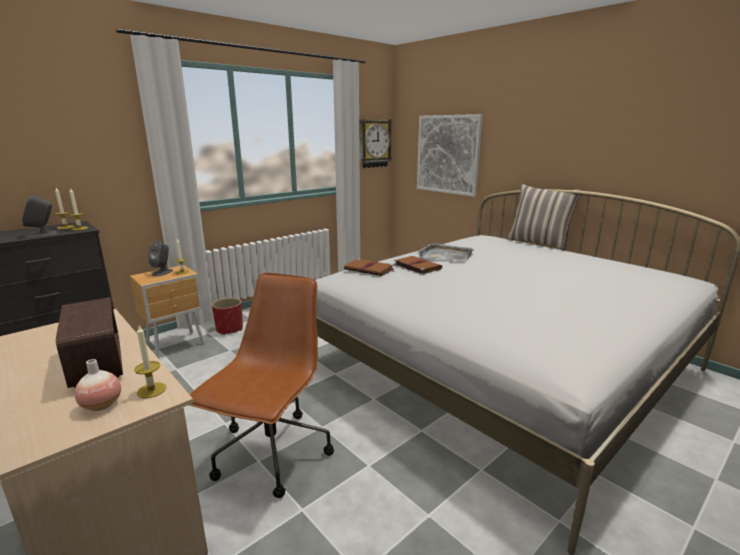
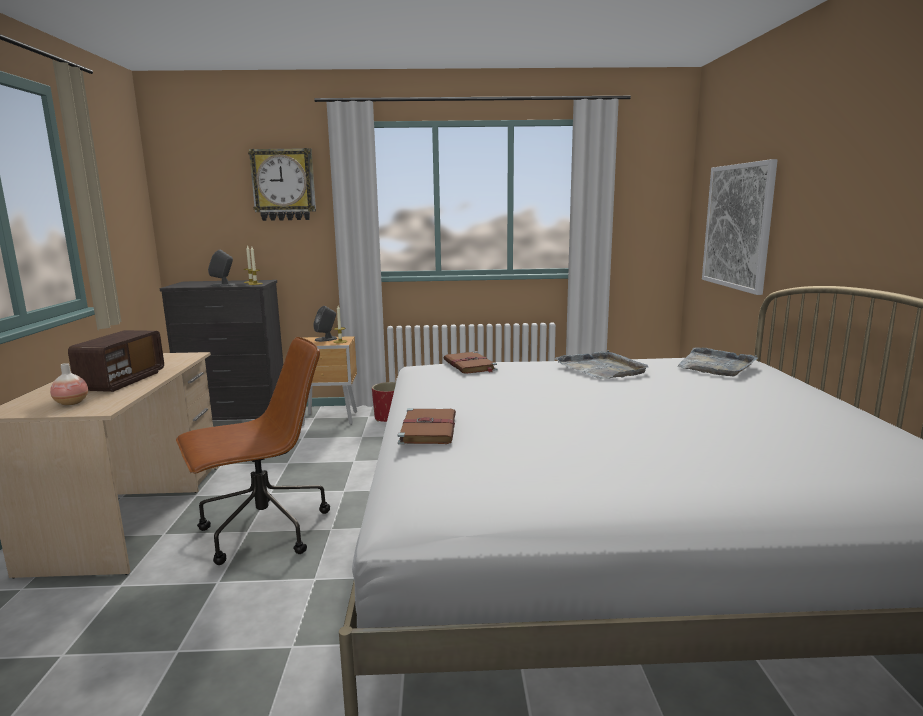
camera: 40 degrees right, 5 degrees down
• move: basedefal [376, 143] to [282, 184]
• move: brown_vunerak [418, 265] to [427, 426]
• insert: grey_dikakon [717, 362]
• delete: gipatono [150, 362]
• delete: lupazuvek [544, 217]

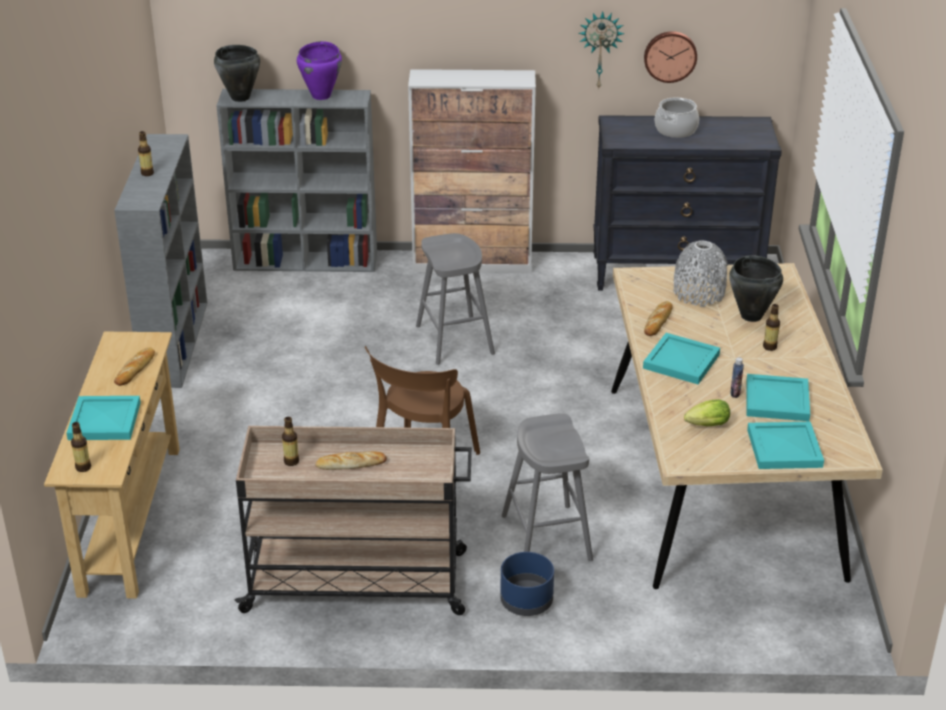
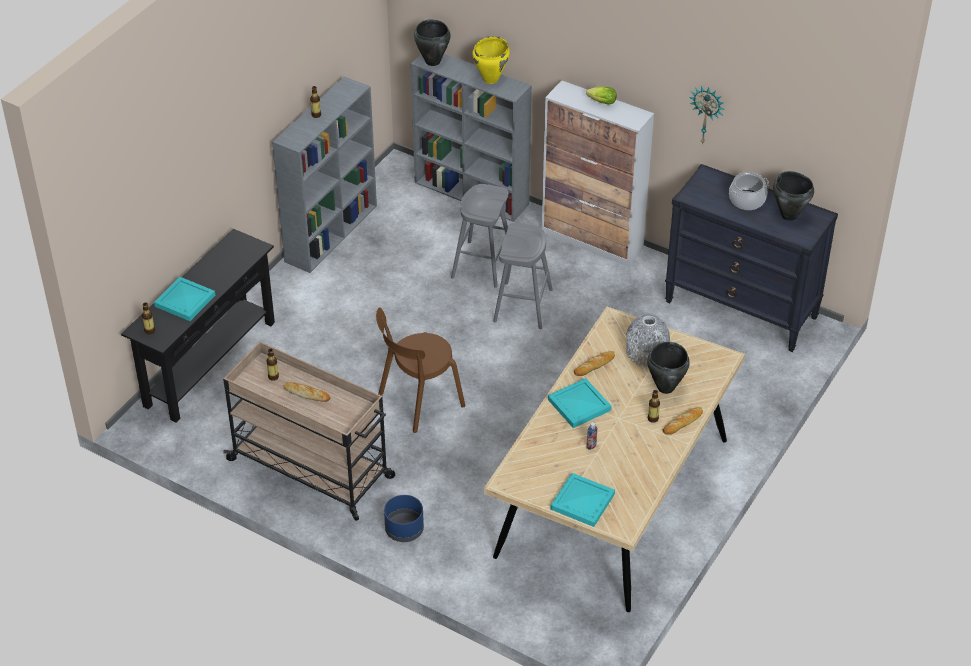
camera: 30 degrees right, 10 degrees up
• recolor: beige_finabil [112, 465] to black_finabil [198, 326]
• move: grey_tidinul [547, 487] to [479, 236]
• recolor: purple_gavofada [319, 70] to yellow_gavofada [491, 60]
• move: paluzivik [707, 412] to [601, 95]
• move: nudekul [134, 366] to [683, 420]
• insert: black_gavofada [793, 196]
• delete: basedefal [670, 57]
• delete: turquoise_dikakon [778, 397]

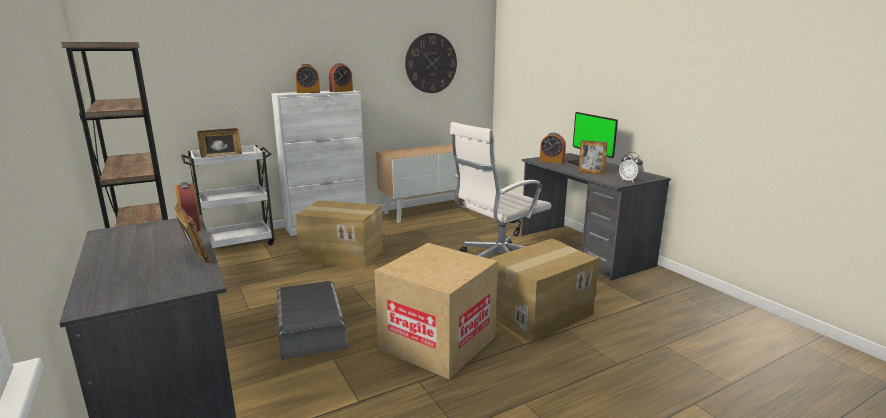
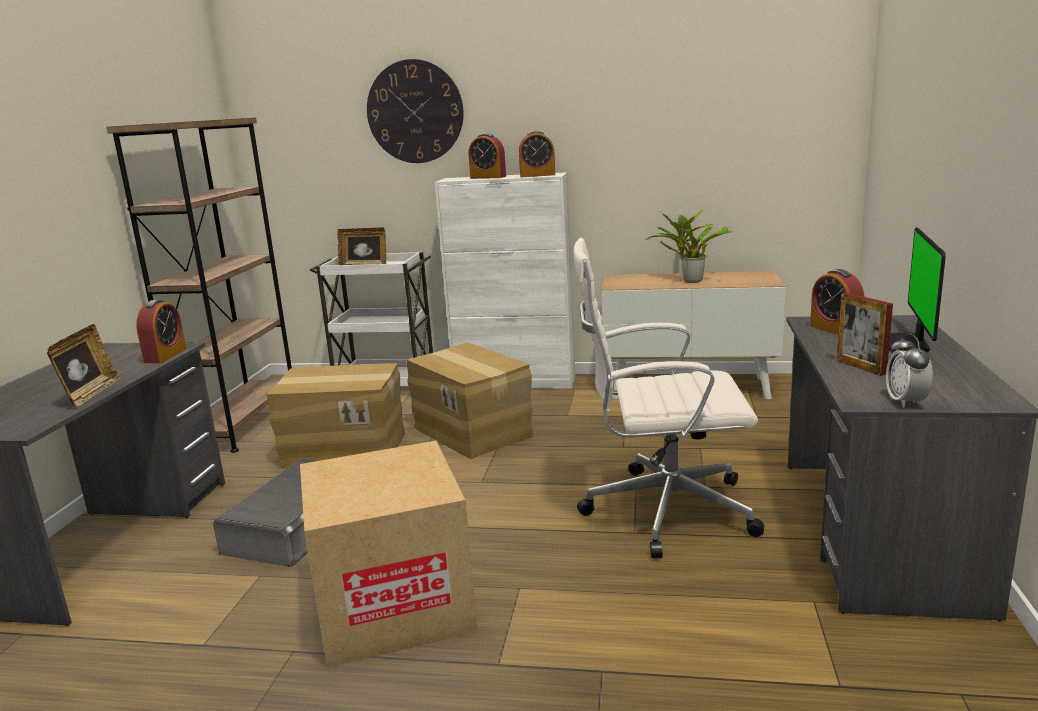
camera: 40 degrees right, 0 degrees up
• move: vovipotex [545, 290] to [336, 415]
• move: basedefal [431, 63] to [415, 111]
• insert: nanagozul [689, 246]

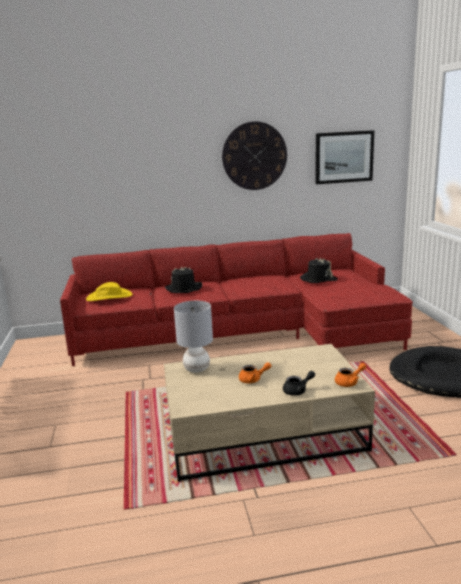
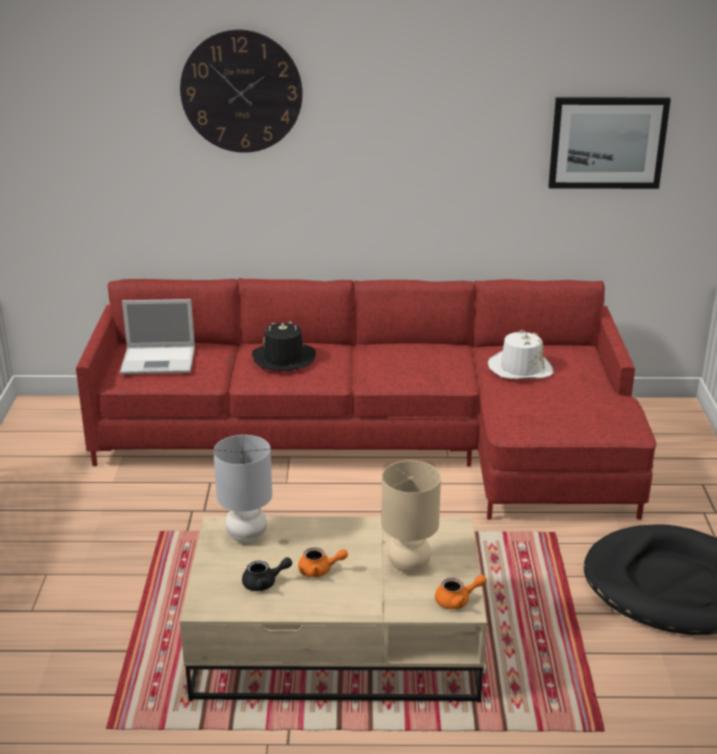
camera: 10 degrees right, 10 degrees up
• replace: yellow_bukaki [109, 291] to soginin [157, 336]
• move: basedefal [254, 155] to [241, 91]
• move: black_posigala [299, 383] to [267, 574]
• insert: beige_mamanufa [411, 516]
• recolor: black_bukaki [319, 270] to white_bukaki [521, 354]

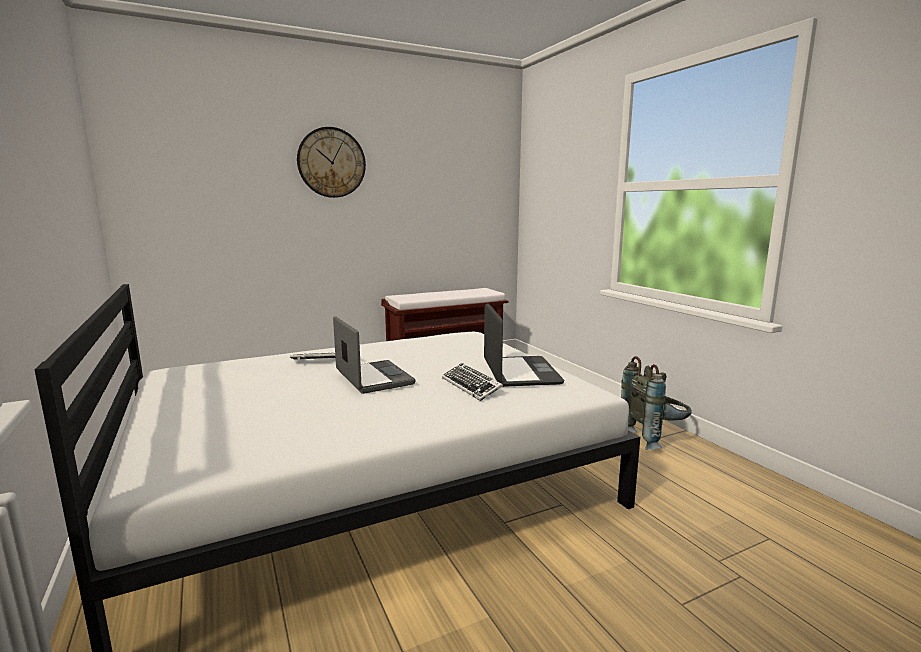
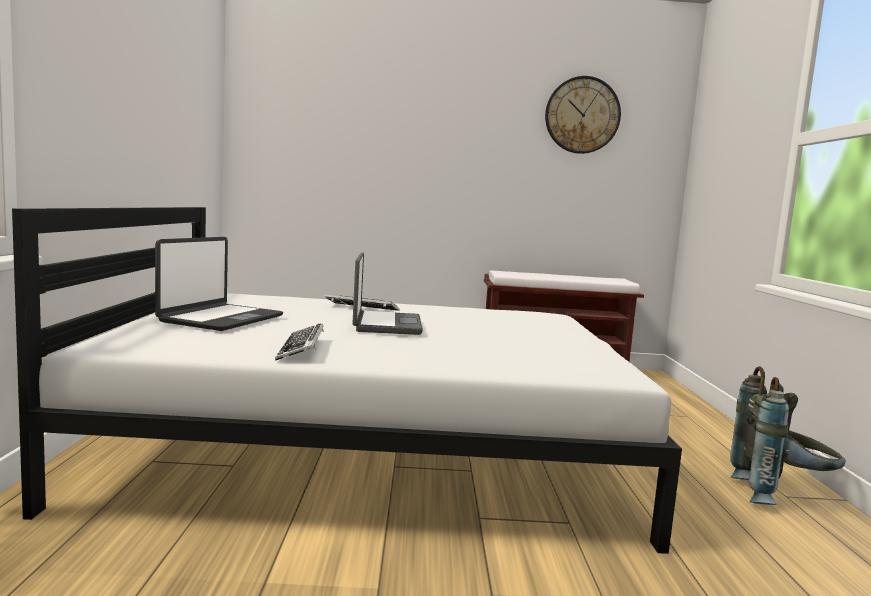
camera: 25 degrees right, 5 degrees down
• move: soginin [524, 345] to [219, 284]
• move: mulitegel [472, 382] to [299, 342]
• move: basedefal [331, 162] to [583, 115]

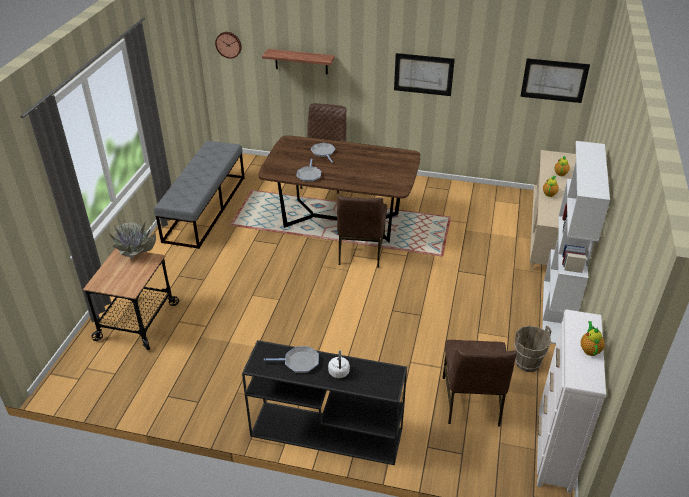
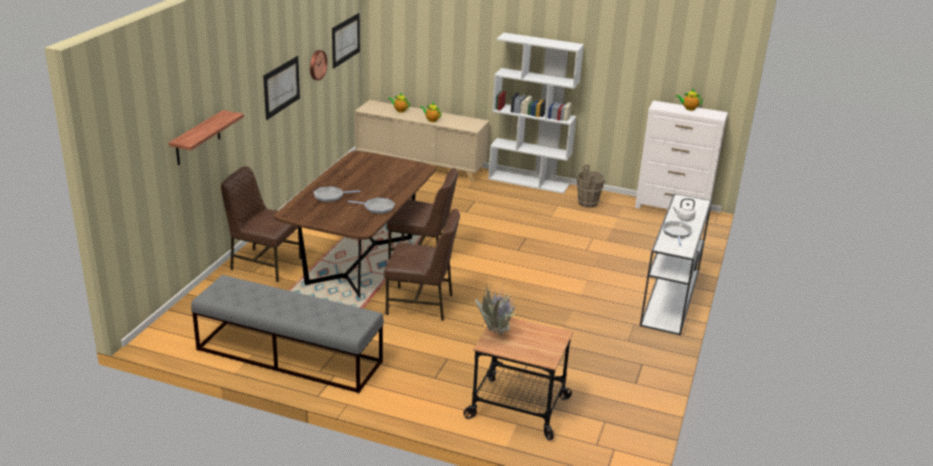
camera: 85 degrees left, 10 degrees down
• move: basedefal [228, 45] to [318, 65]
• move: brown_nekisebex [480, 383] to [422, 265]
• recolor: black_finabil [324, 402] to white_finabil [676, 264]

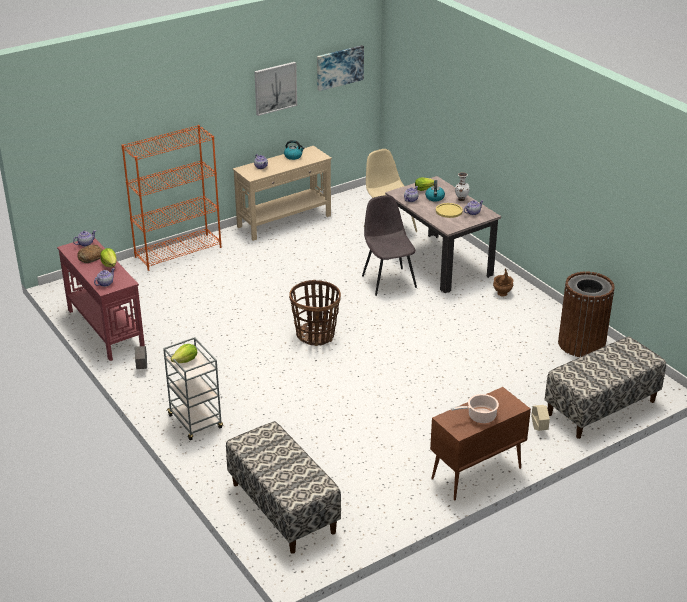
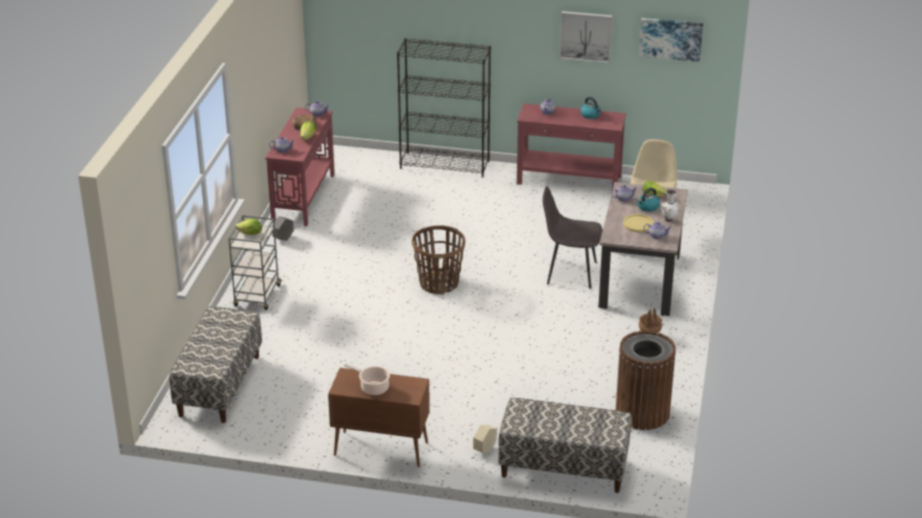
camera: 45 degrees right, 0 degrees up
• recolor: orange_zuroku [171, 198] to black_zuroku [444, 108]
• recolor: beige_finabil [282, 193] to red_finabil [571, 146]
• rotate: grey_nekisebex [389, 245] = [572, 237] 105 degrees counterclockwise

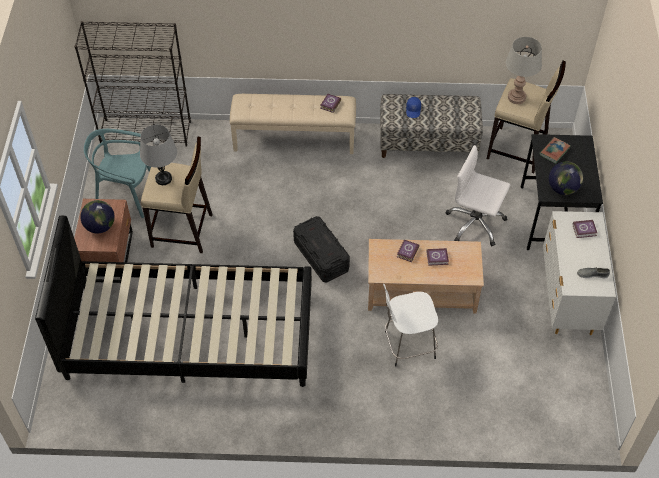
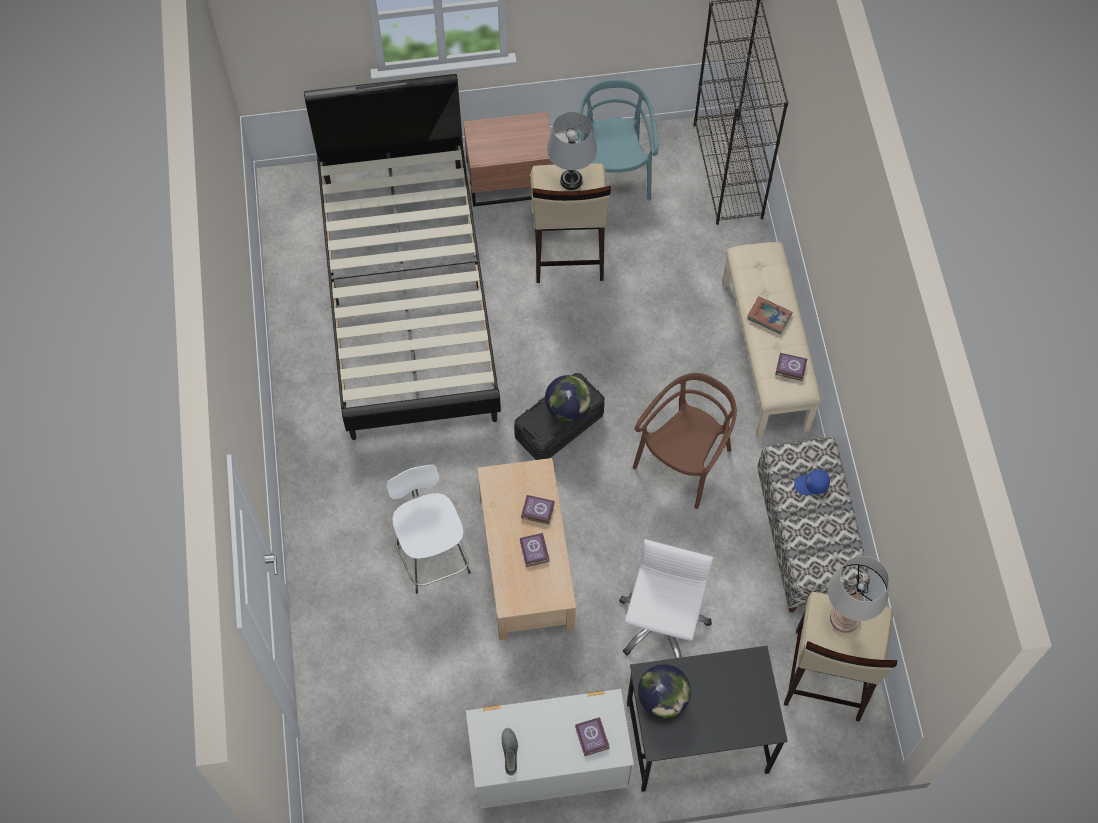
camera: 80 degrees right, 10 degrees up
• move: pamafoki [97, 217] to [568, 398]
• insert: brown_nekisebex [685, 441]
• move: vunerak [554, 150] to [770, 315]

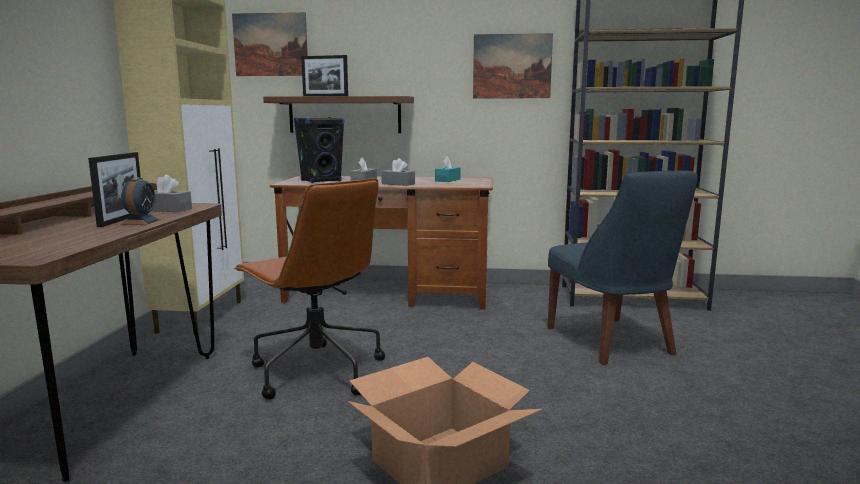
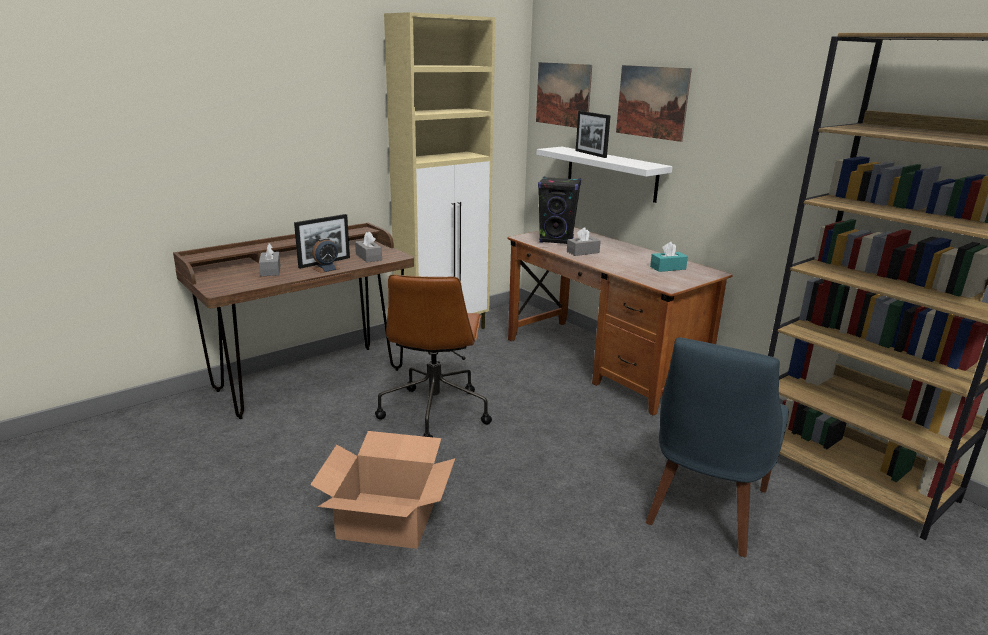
camera: 45 degrees right, 10 degrees up
• move: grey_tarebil [398, 172] to [270, 259]
• recolor: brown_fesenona [338, 114] to white_fesenona [605, 175]
• move: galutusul [513, 65] to [654, 103]

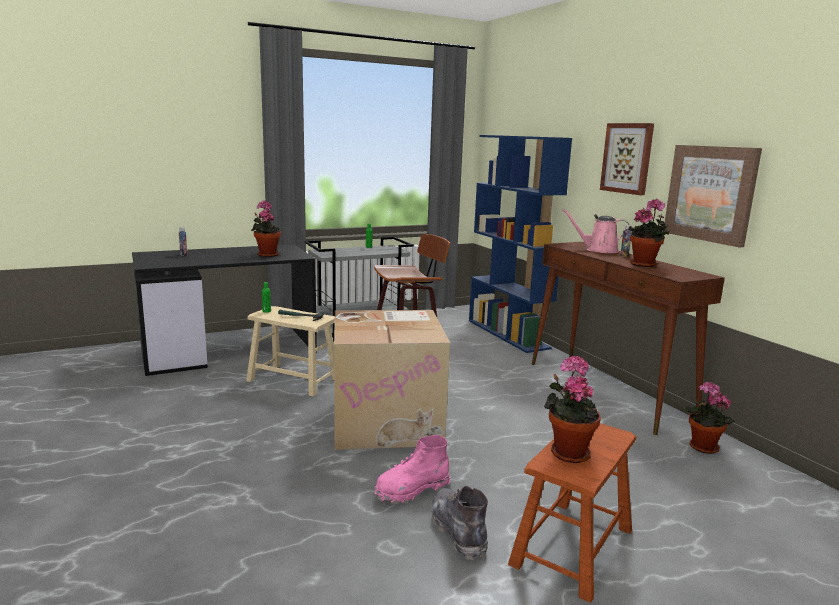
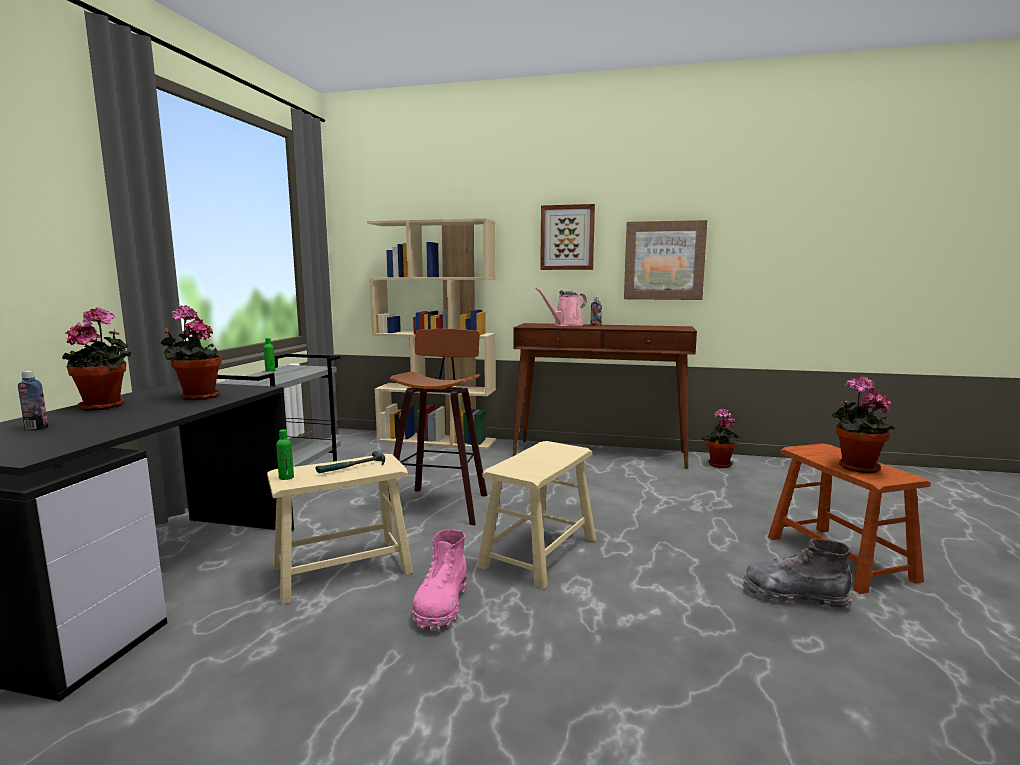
camera: 50 degrees left, 5 degrees down
• move: nanagozul [649, 233] to [97, 359]
• recolor: blue_zuroku [520, 244] to beige_zuroku [431, 334]
• move: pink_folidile [413, 469] to [439, 580]
• replace: vovipotex [392, 380] to beige_tidinul [536, 515]

